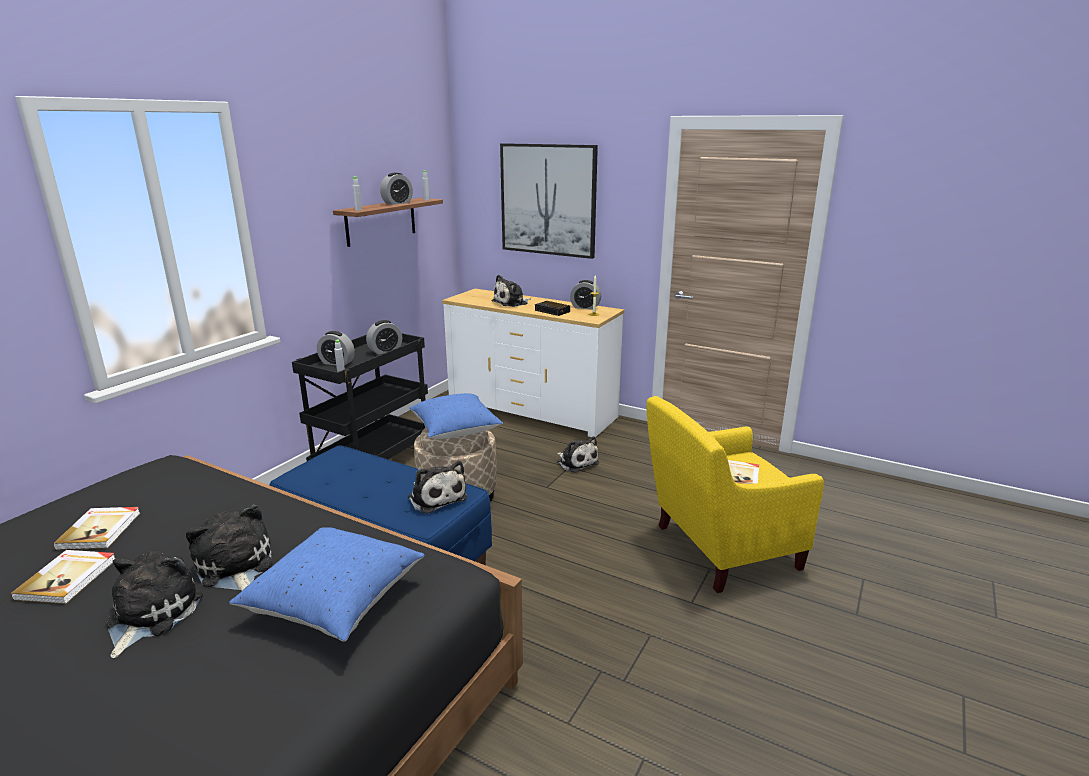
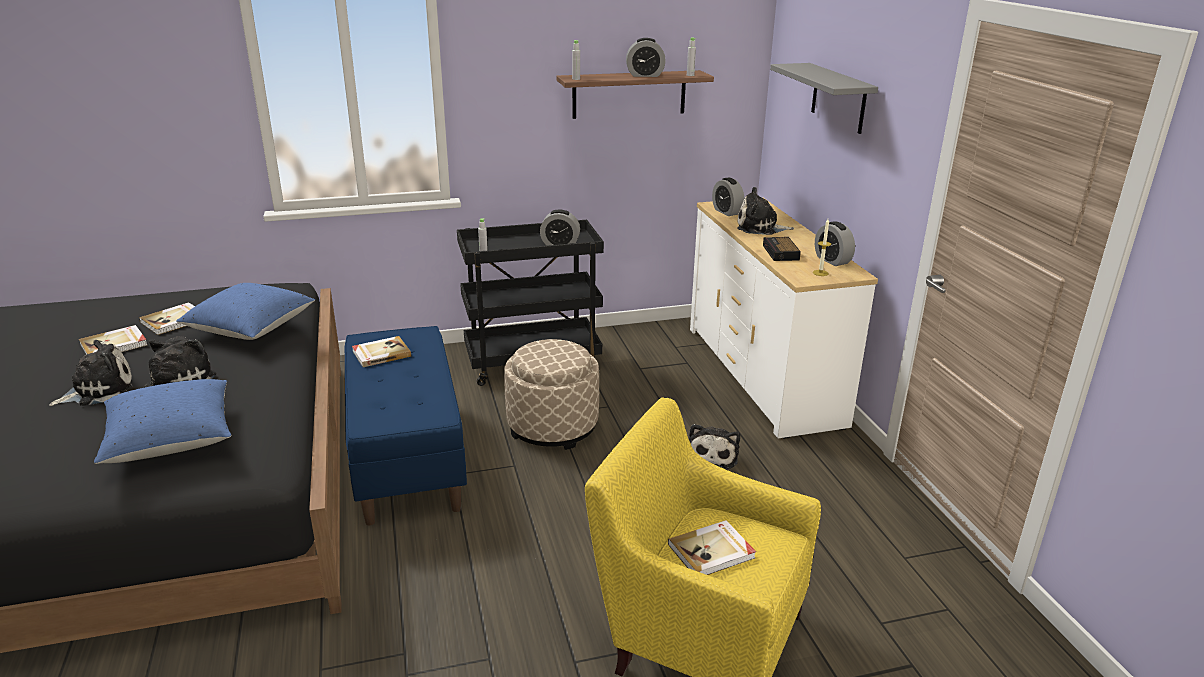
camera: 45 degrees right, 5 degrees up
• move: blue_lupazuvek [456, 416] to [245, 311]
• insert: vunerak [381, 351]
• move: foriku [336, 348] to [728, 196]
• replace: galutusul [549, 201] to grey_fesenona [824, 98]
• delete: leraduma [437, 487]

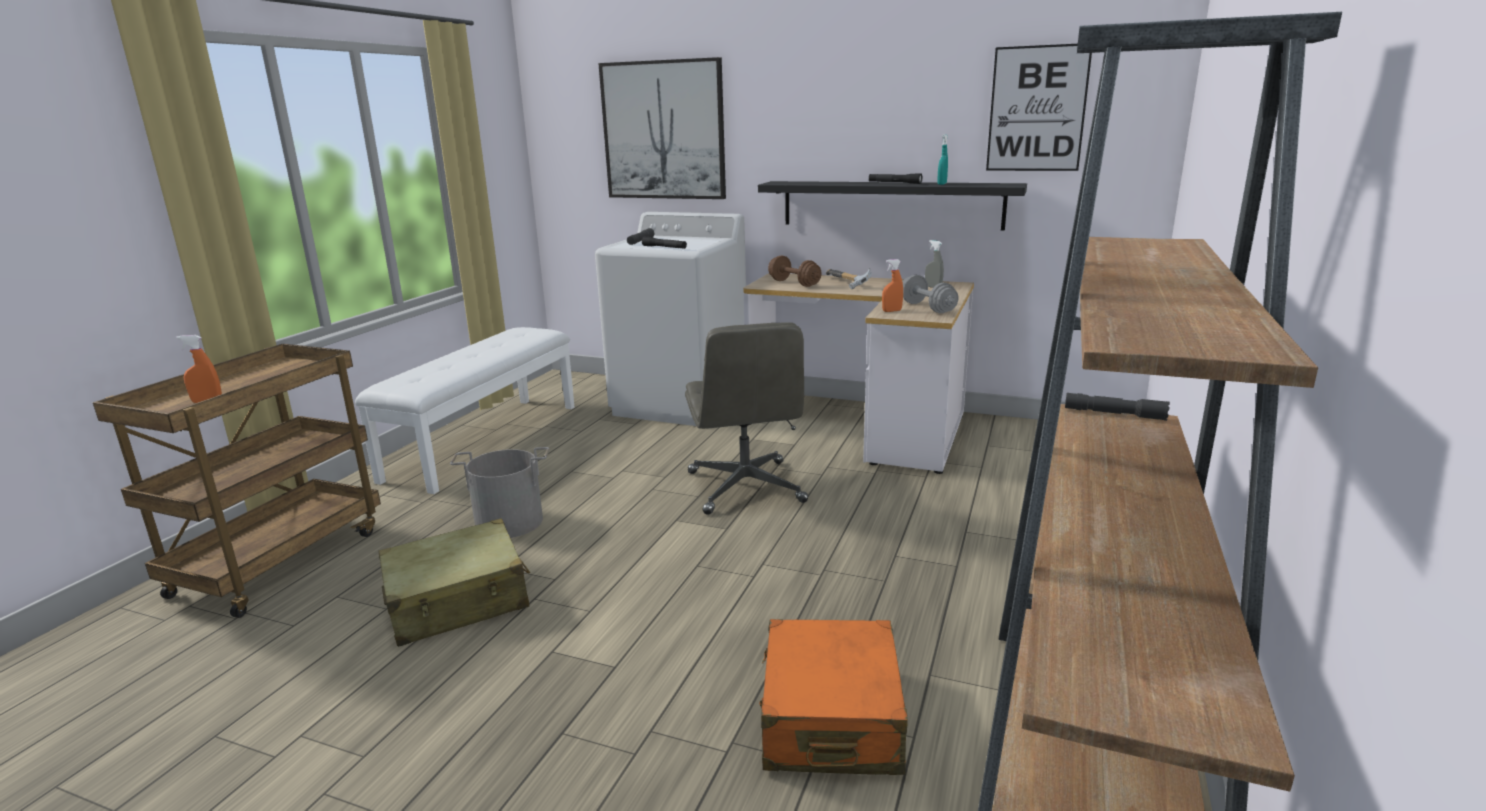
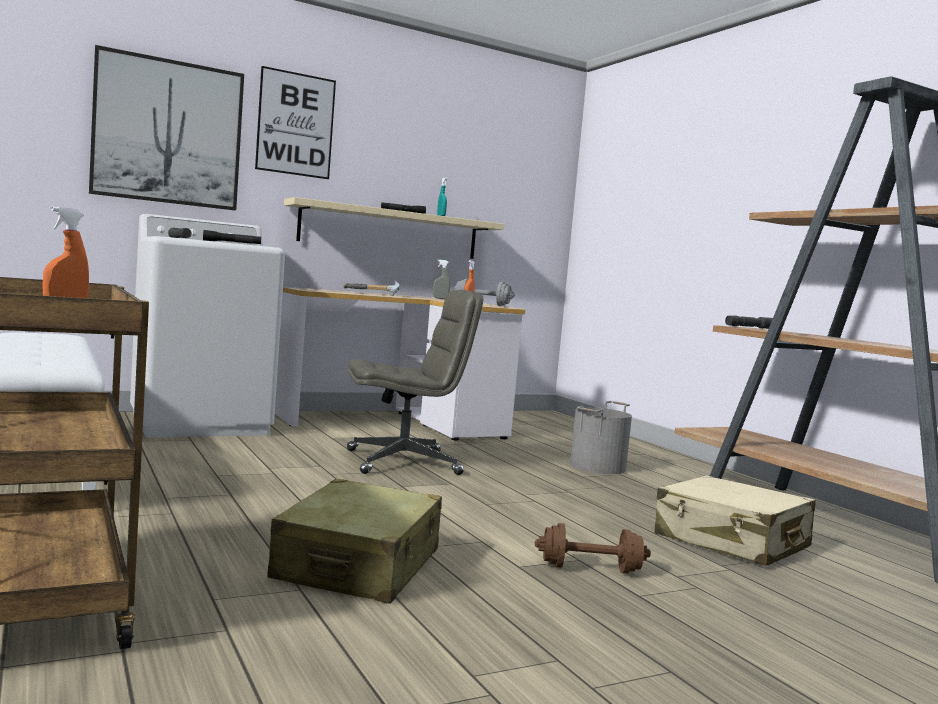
camera: 50 degrees left, 15 degrees down
• move: galutusul [1039, 107] to [295, 122]
• recolor: black_fesenona [892, 205] to beige_fesenona [394, 228]
• rotate: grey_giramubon [746, 418] = [415, 382] 45 degrees counterclockwise
• move: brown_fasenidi [794, 271] to [593, 548]
• move: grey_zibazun [499, 492] to [601, 437]
• recolor: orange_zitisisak [833, 697] to beige_zitisisak [735, 520]

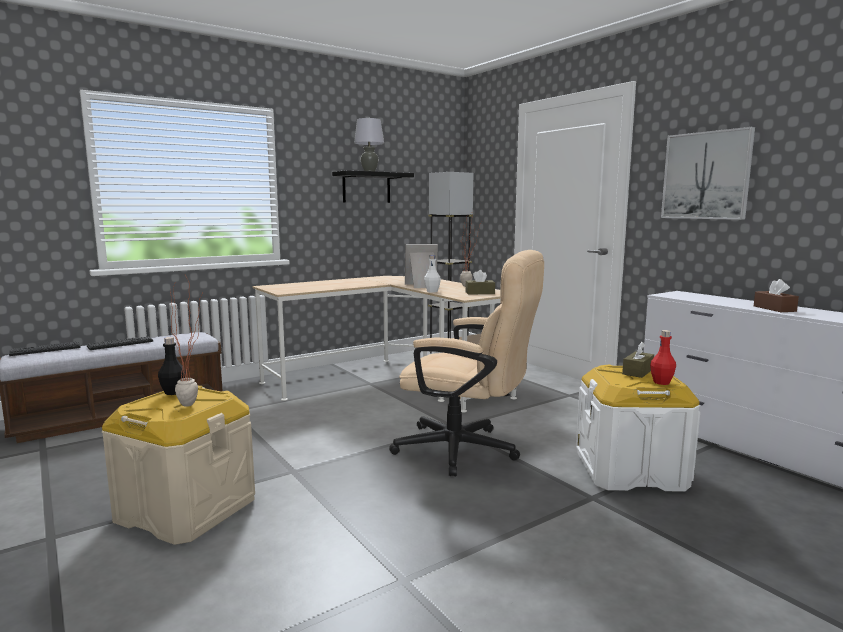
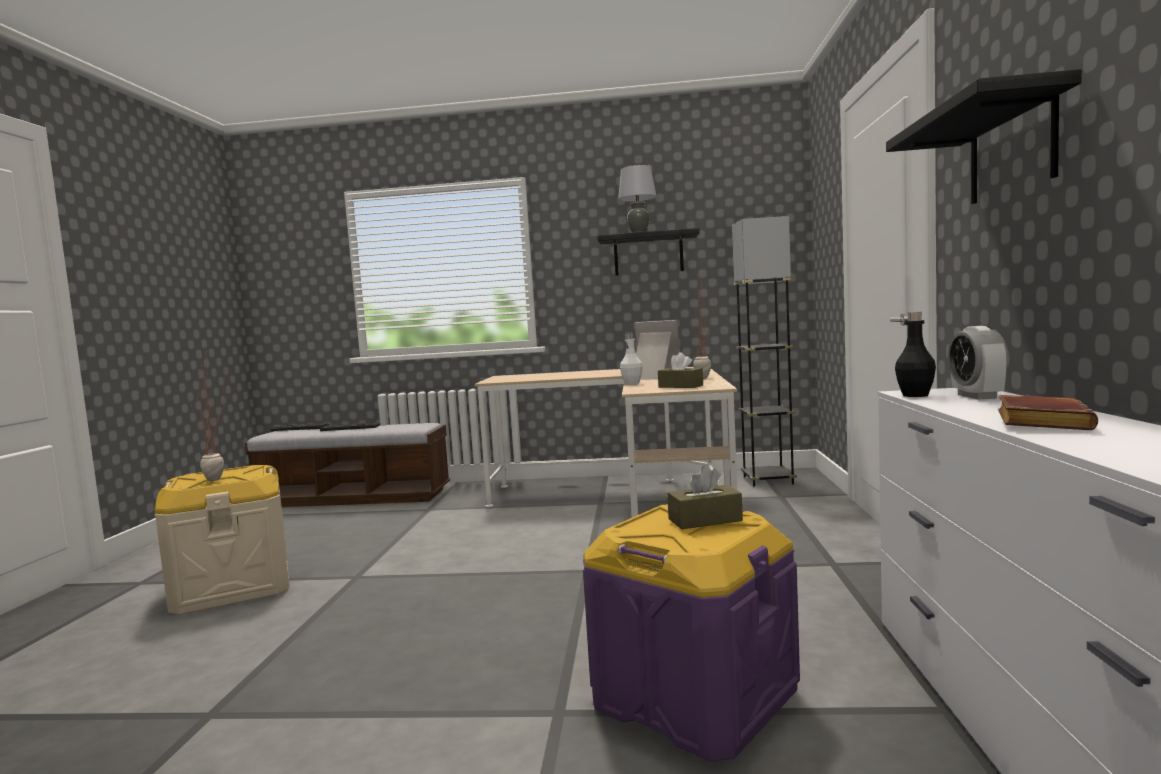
camera: 40 degrees right, 5 degrees down
• recolor: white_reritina [638, 428] to purple_reritina [691, 632]
• replace: galutusul [708, 173] to black_fesenona [984, 136]
• move: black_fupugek [172, 366] to [915, 354]
• insert: foriku [978, 363]
• replace: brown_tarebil [776, 295] to brown_vunerak [1048, 412]
• delete: beige_giramubon [466, 363]
• delete: red_fupugek [663, 357]

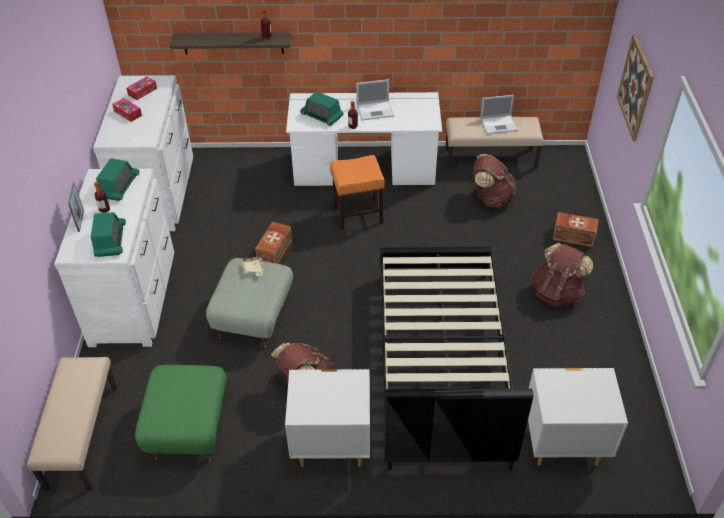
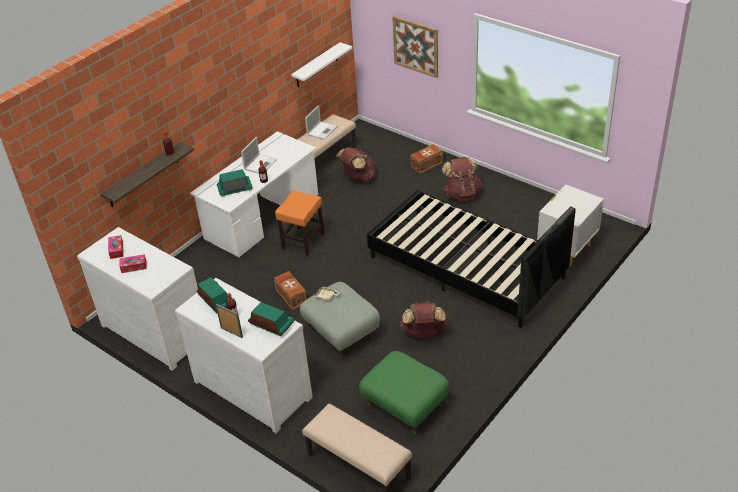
camera: 50 degrees left, 5 degrees down
• insert: white_fesenona [321, 64]
• delete: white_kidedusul [327, 418]

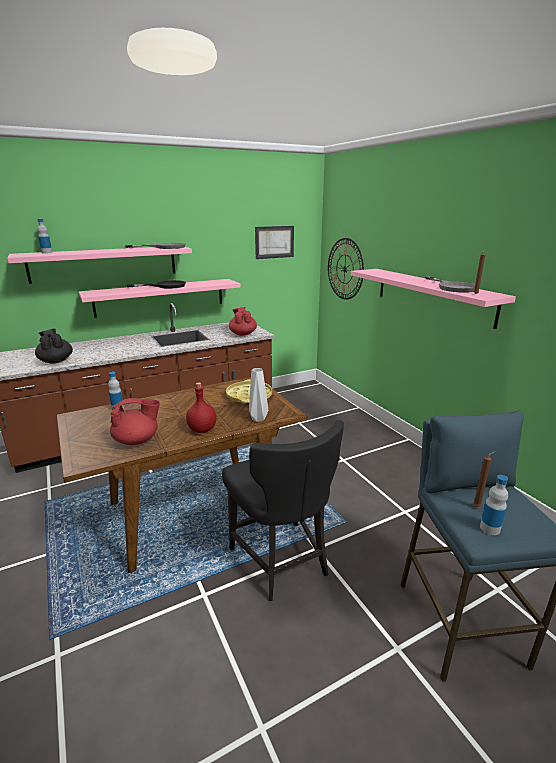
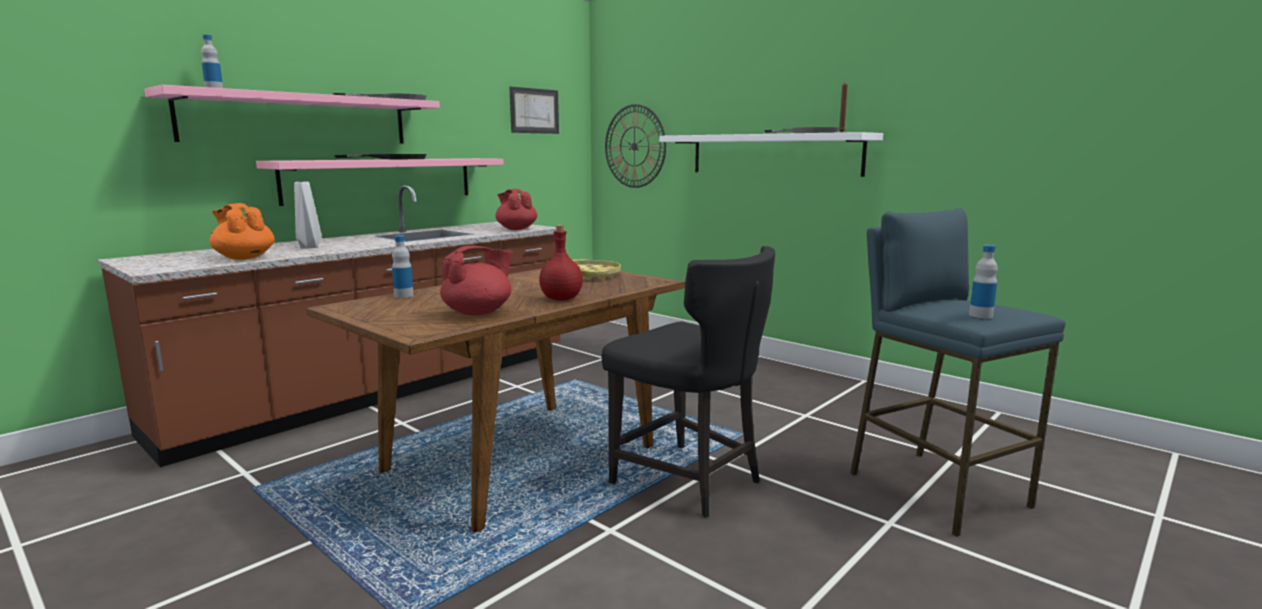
camera: 20 degrees left, 10 degrees down
• recolor: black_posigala [54, 346] to orange_posigala [242, 231]
• move: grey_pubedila [258, 395] to [308, 215]
• recolor: pink_fesenona [433, 299] to white_fesenona [771, 154]
• delete: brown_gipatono [484, 479]

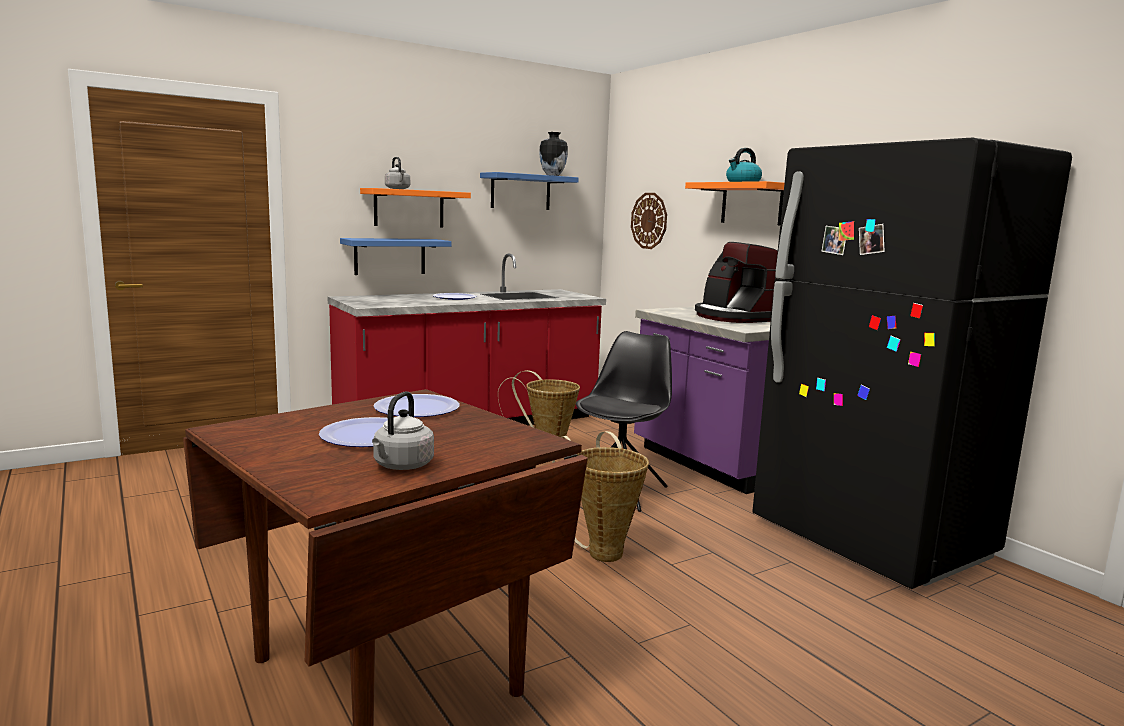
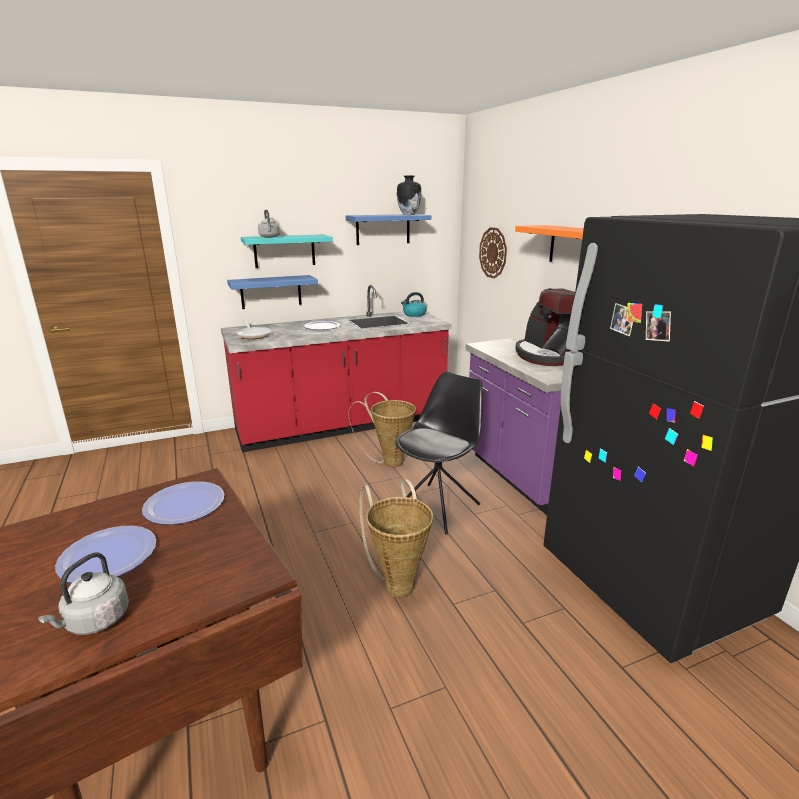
camera: 10 degrees right, 10 degrees up
• insert: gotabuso [254, 329]
• recolor: orange_fesenona [415, 207] to turquoise_fesenona [287, 251]
• move: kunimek [744, 165] to [414, 304]

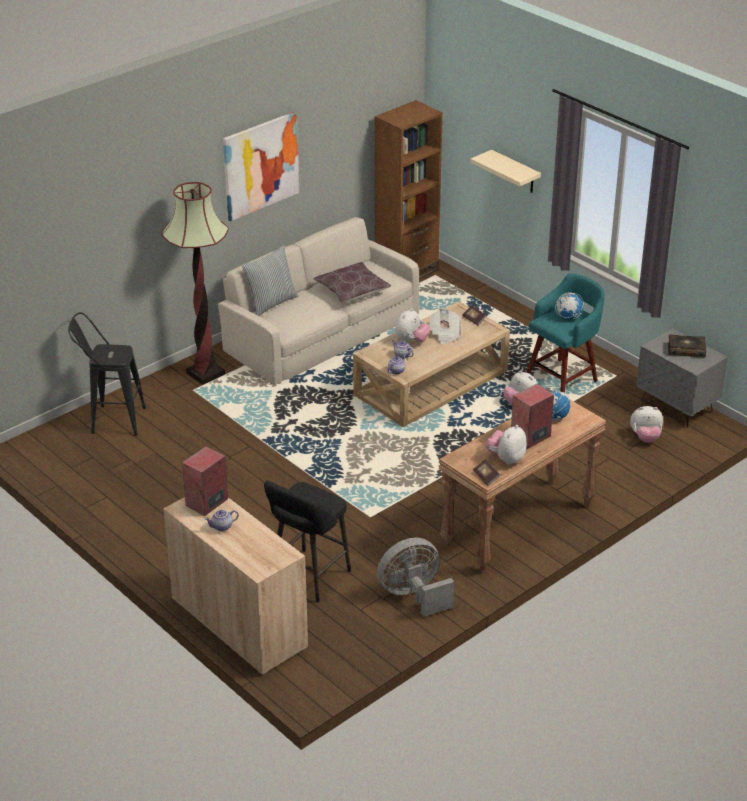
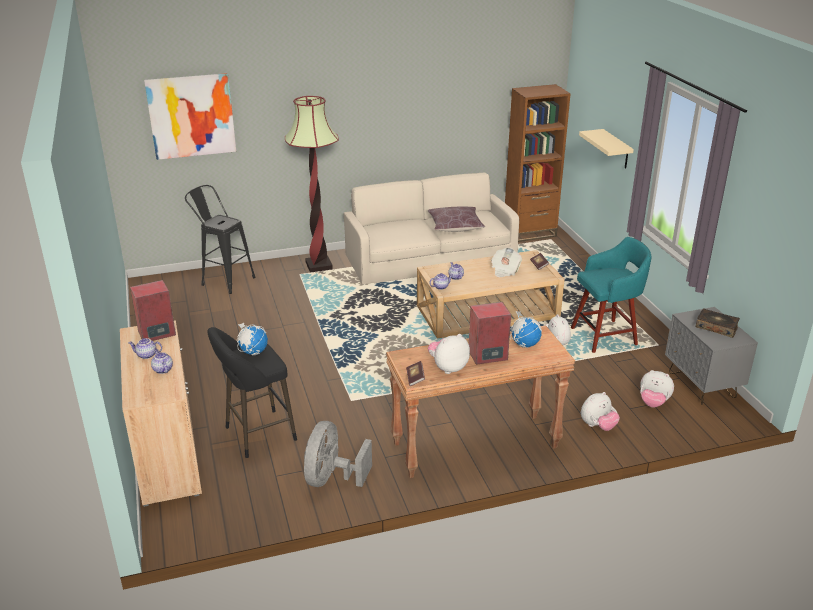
camera: 25 degrees right, 5 degrees down
• move: galutusul [261, 166] to [190, 116]
• insert: posigala [162, 361]
• move: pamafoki [569, 305] to [252, 339]
• rotate: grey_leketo [415, 577] = [338, 454] 75 degrees counterclockwise
• move: leraduma [412, 325] to [600, 411]
• delete: lupazuvek [270, 280]

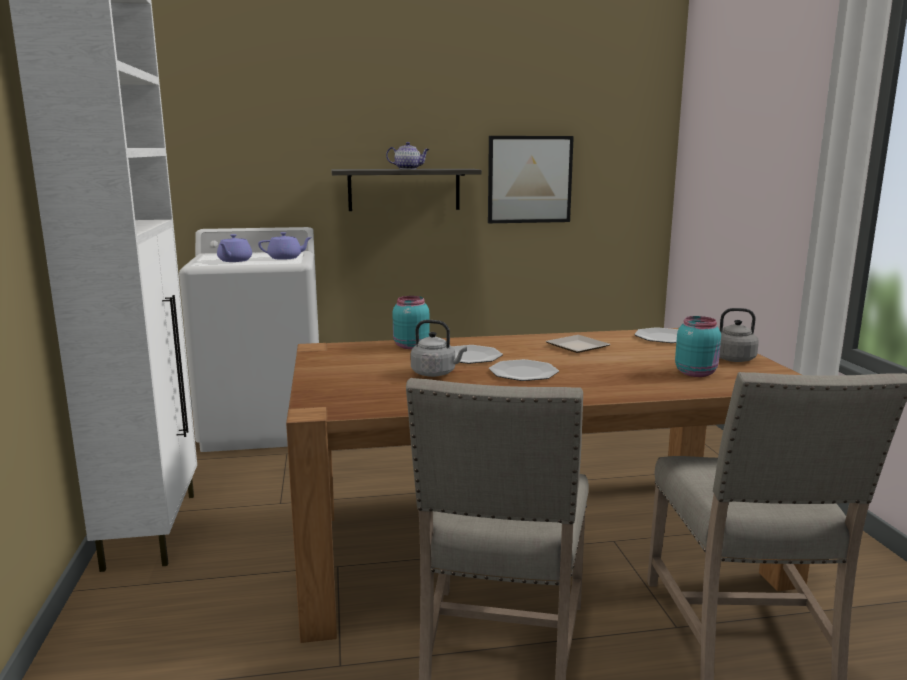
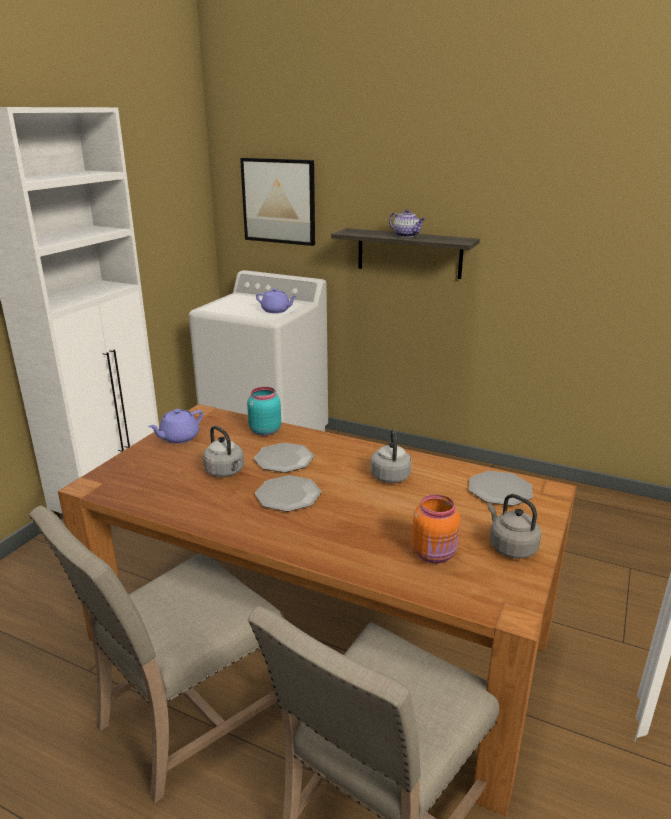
camera: 35 degrees right, 10 degrees up
• move: purple_posigala [234, 248] to [175, 426]
• move: galutusul [531, 179] to [277, 202]
• replace: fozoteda [578, 344] to grey_kunimek [391, 456]
• recolor: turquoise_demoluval [698, 346] to orange_demoluval [436, 528]

